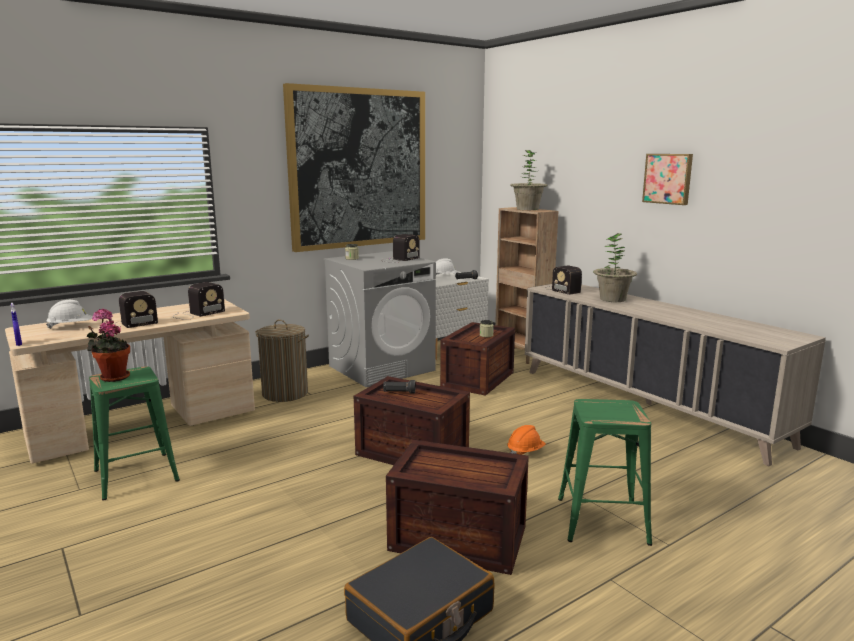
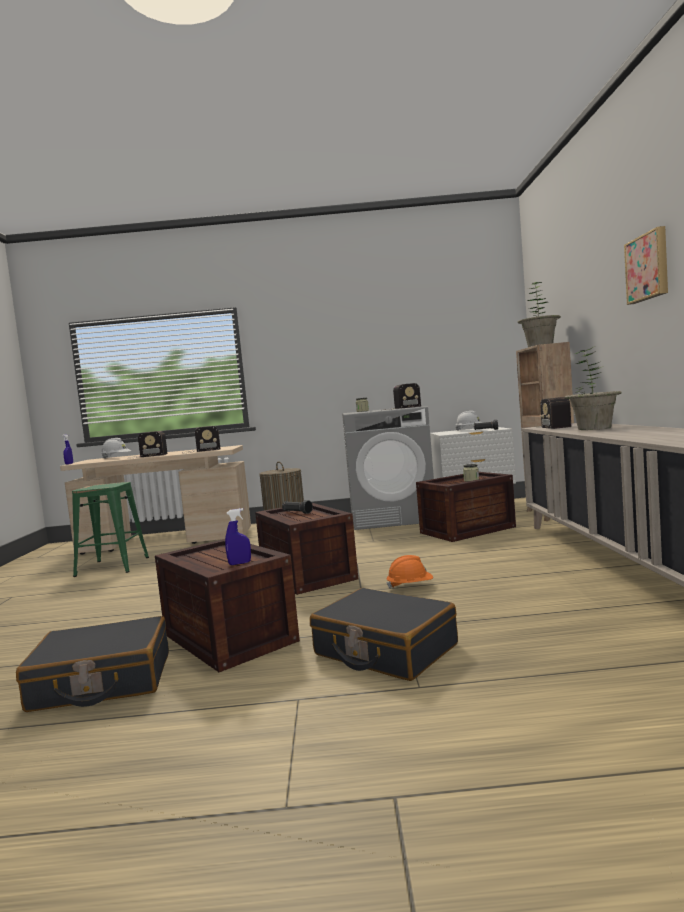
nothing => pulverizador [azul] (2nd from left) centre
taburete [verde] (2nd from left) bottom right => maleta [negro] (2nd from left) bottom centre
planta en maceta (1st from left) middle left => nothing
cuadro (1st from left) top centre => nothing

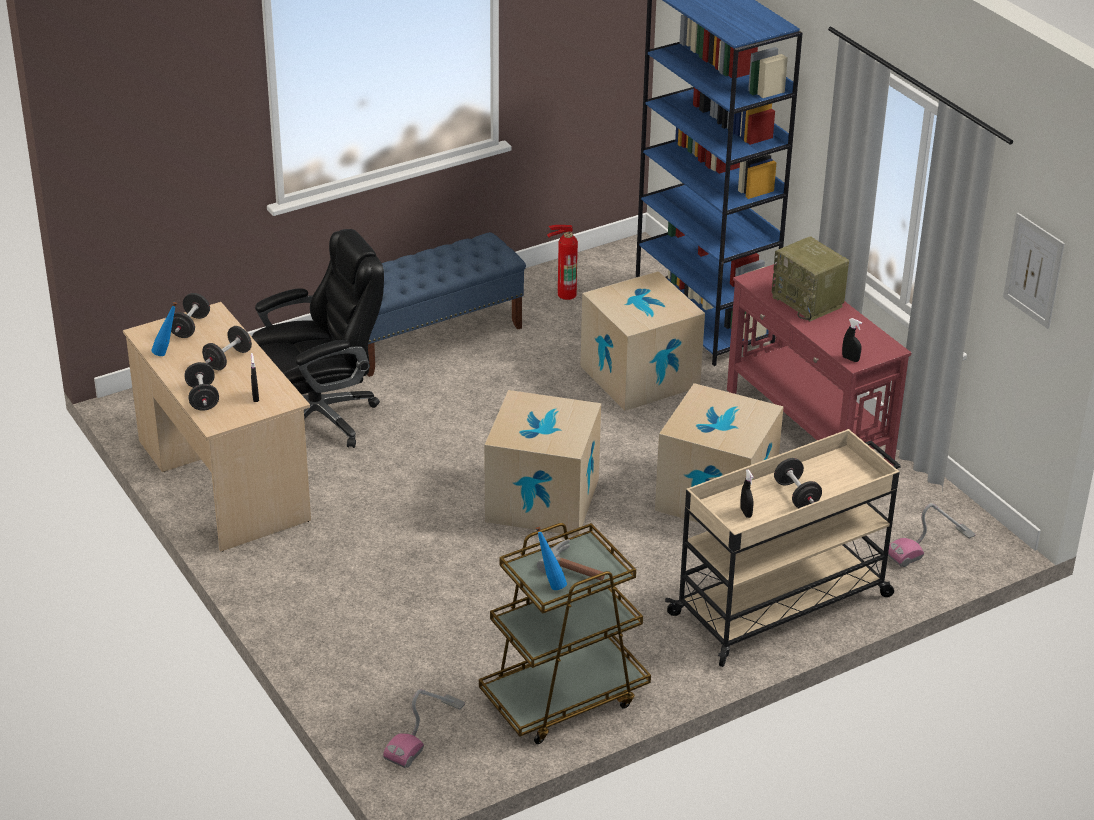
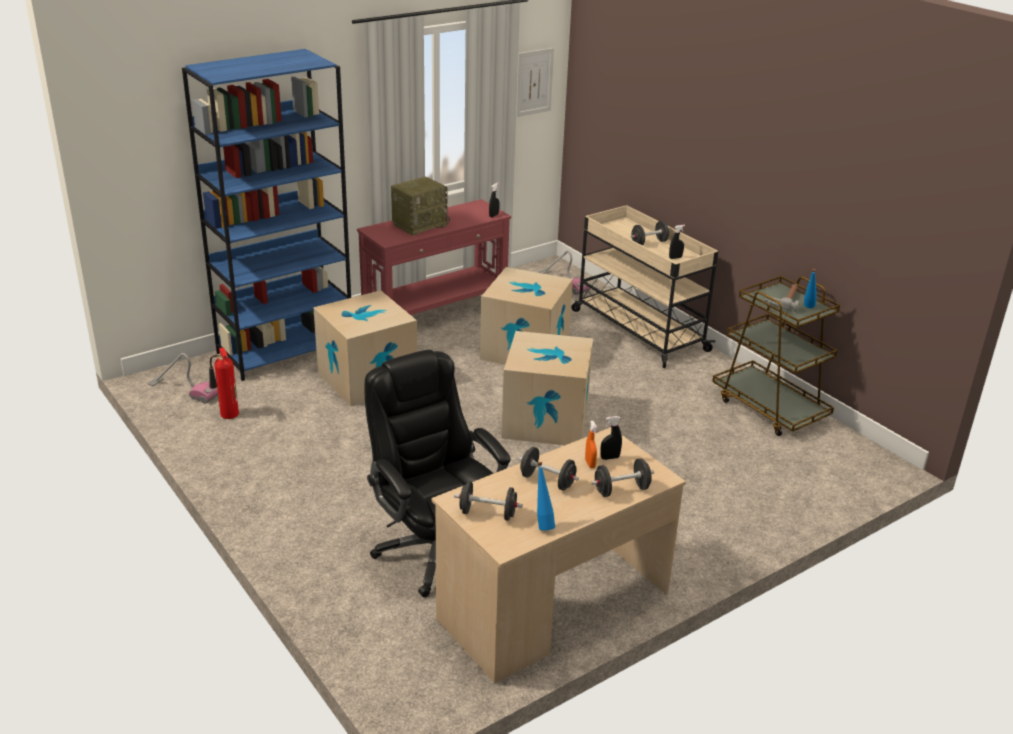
aspiradora (1st from left) bottom centre => aspiradora (1st from left) middle left, move
nothing => pulverizador [naranja] centre
banco [azul] centre => nothing

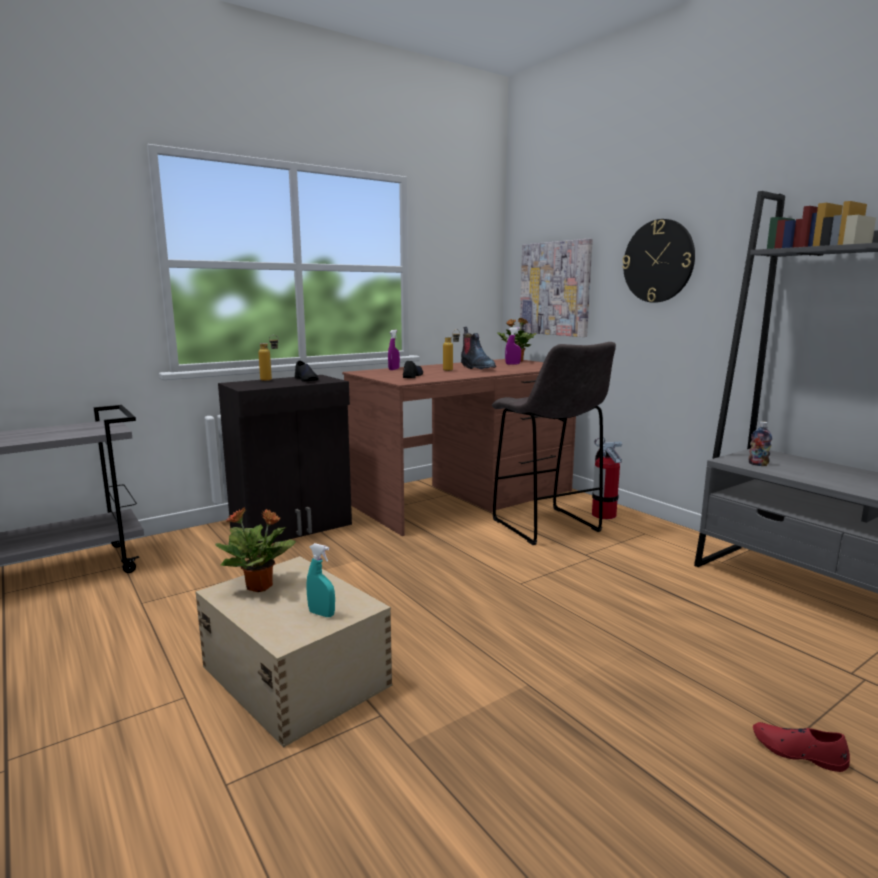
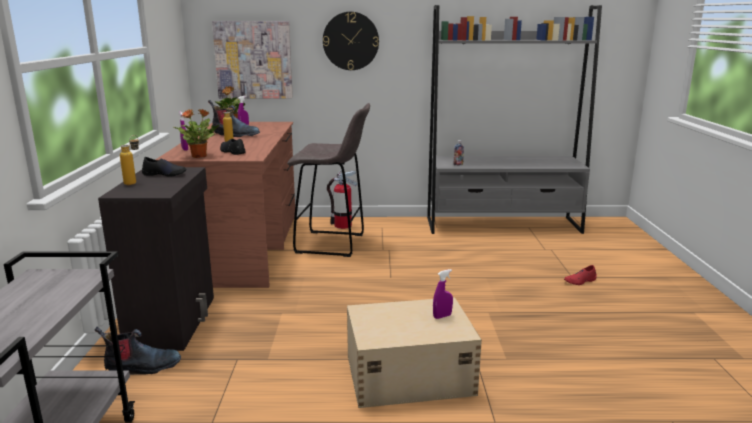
nothing => bota (1st from left) bottom left
planta en maceta (1st from left) middle left => planta en maceta (1st from left) top left, move
pulverizador [turquesa] centre => pulverizador [morado] (3rd from left) bottom centre

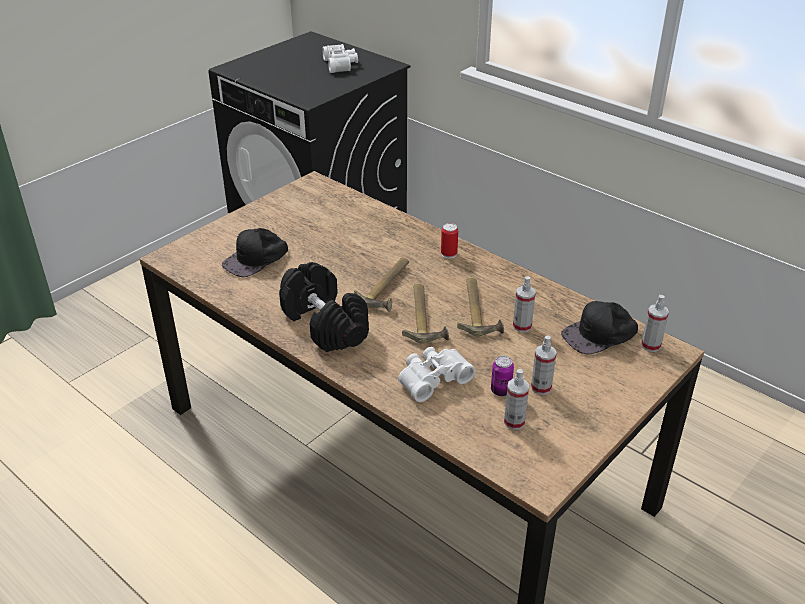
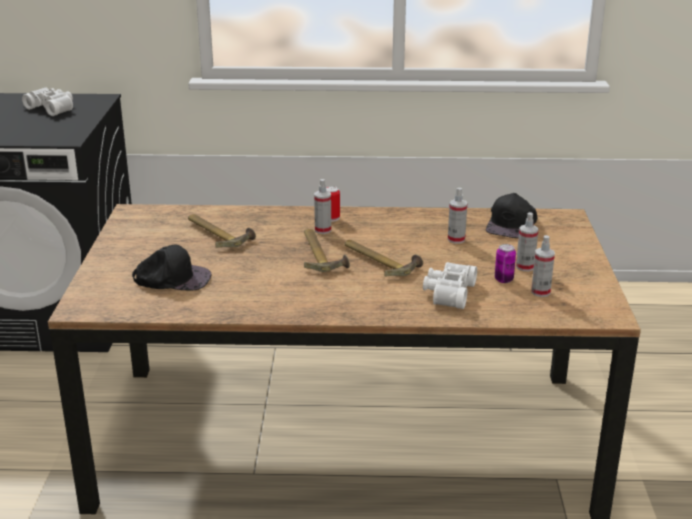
gorra [negro] (1st from left) middle left, 90 degrees counterclockwise
martillo (3rd from left in the first image) centre => martillo (1st from left) middle left, move
pulverizador (4th from left in the first image) middle right => pulverizador (1st from left) centre, move
mancuerna [negro] centre => nothing

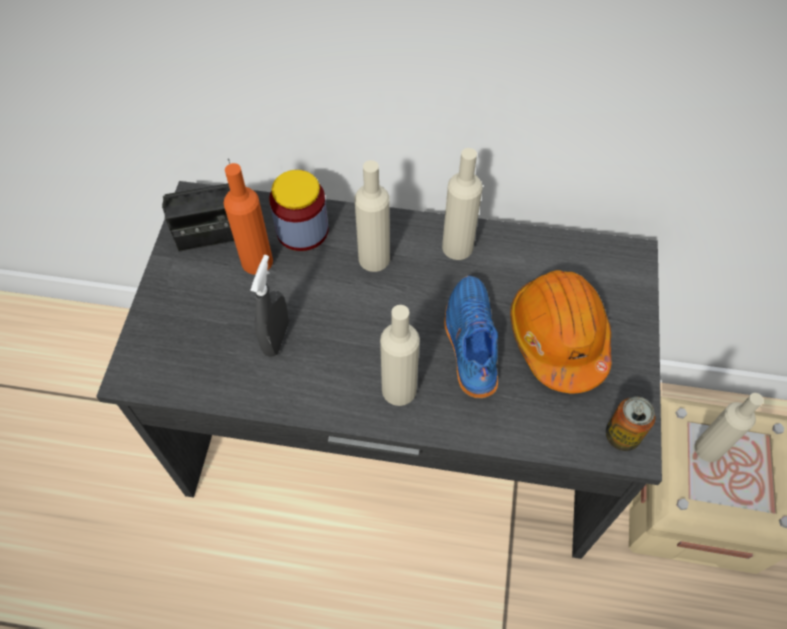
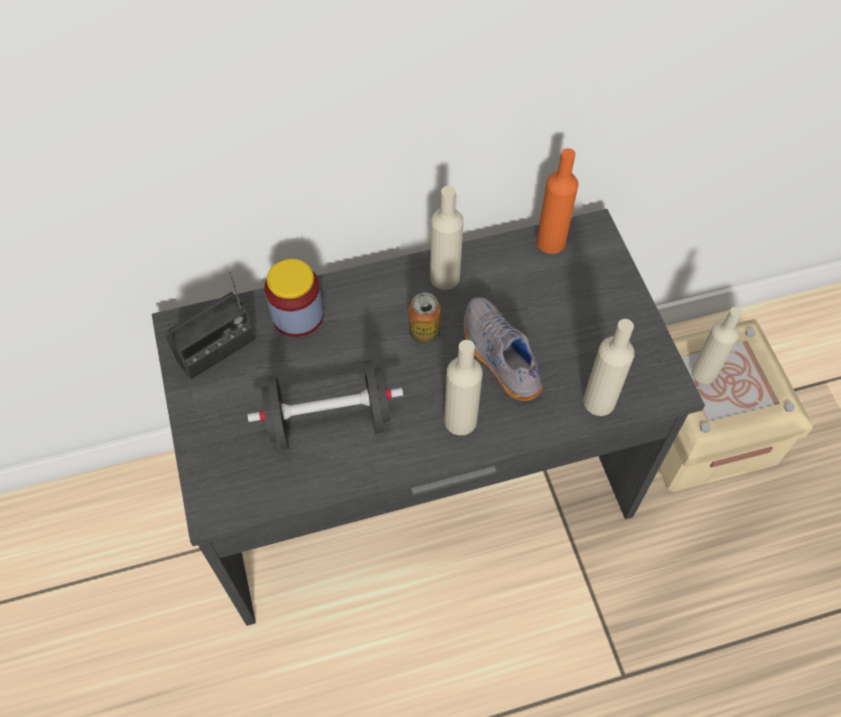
pulverizador [gris] centre => mancuerna [negro] centre
lata bottom right => lata centre, move
zapato [azul] centre => zapato [gris] centre
botella [naranja] middle left => botella [naranja] top centre, move
botella [beis] (1st from left in the first image) centre => botella [beis] (3rd from left) middle right, move
casco [naranja] middle right => nothing

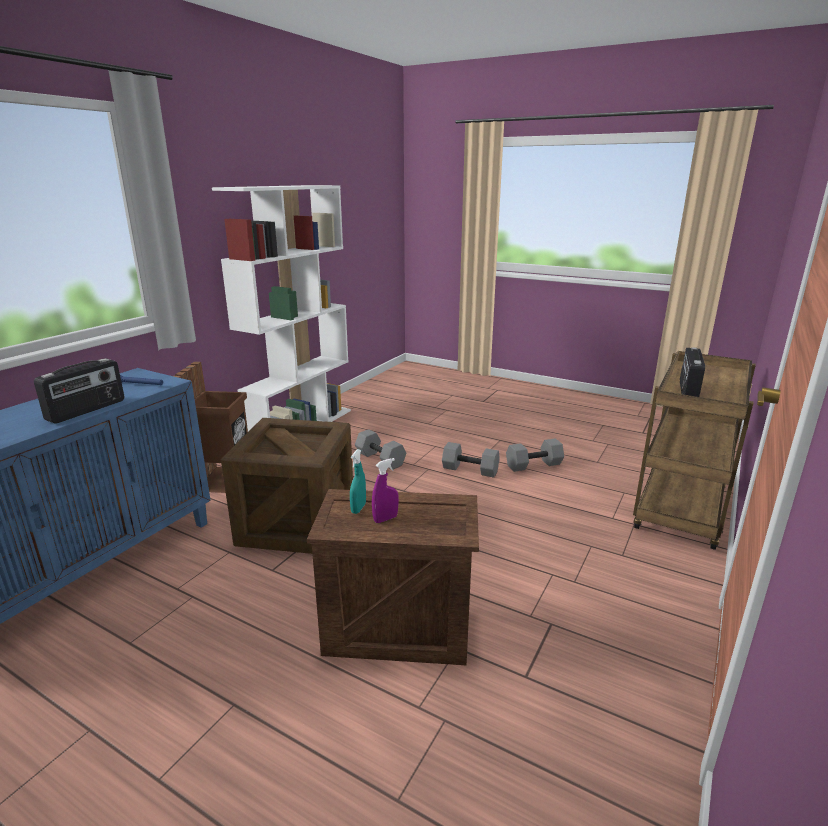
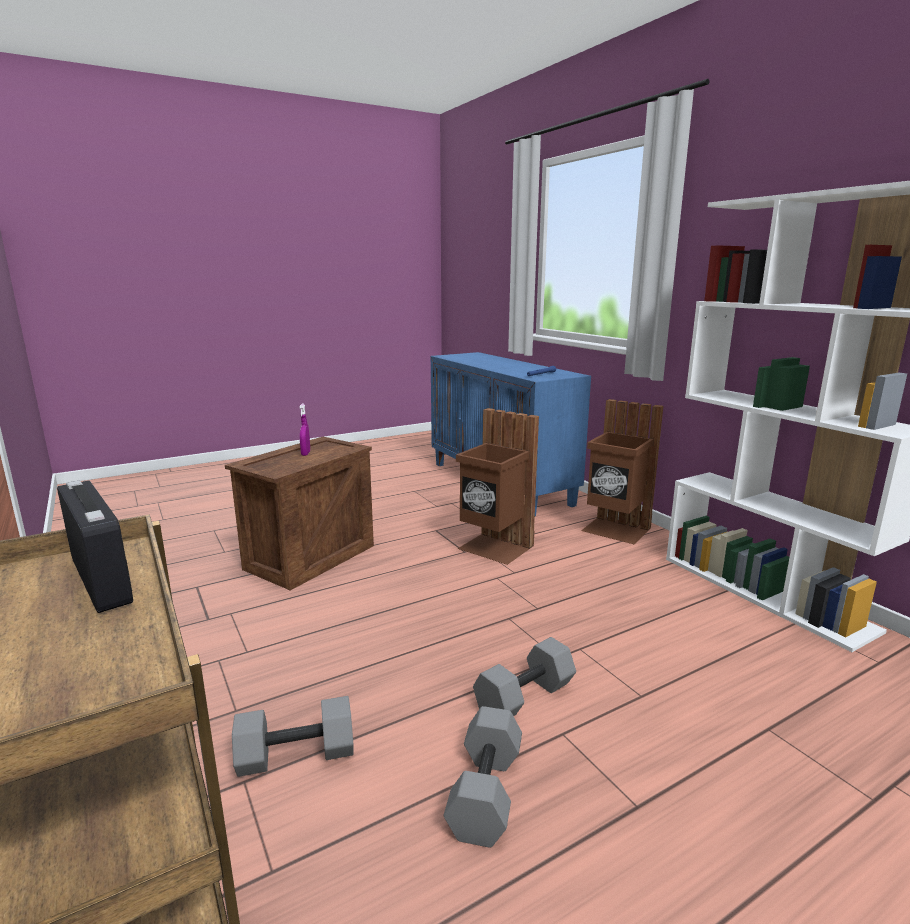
mancuerna [gris] (1st from left) centre => mancuerna [gris] (1st from left) bottom left, move
caja de embalaje (1st from left) centre => papelera [marrón] (1st from left) centre
radio (1st from left) middle left => nothing
pulverizador [turquesa] centre => nothing

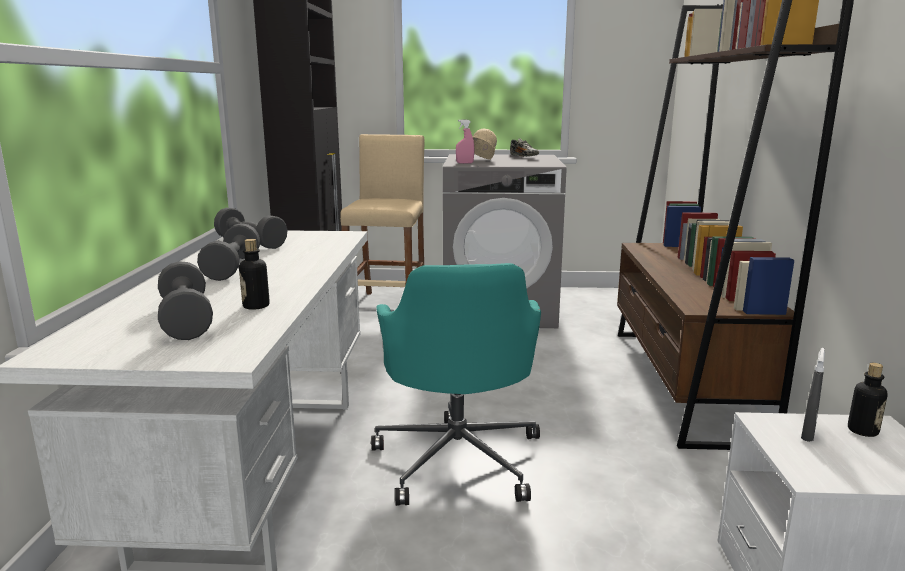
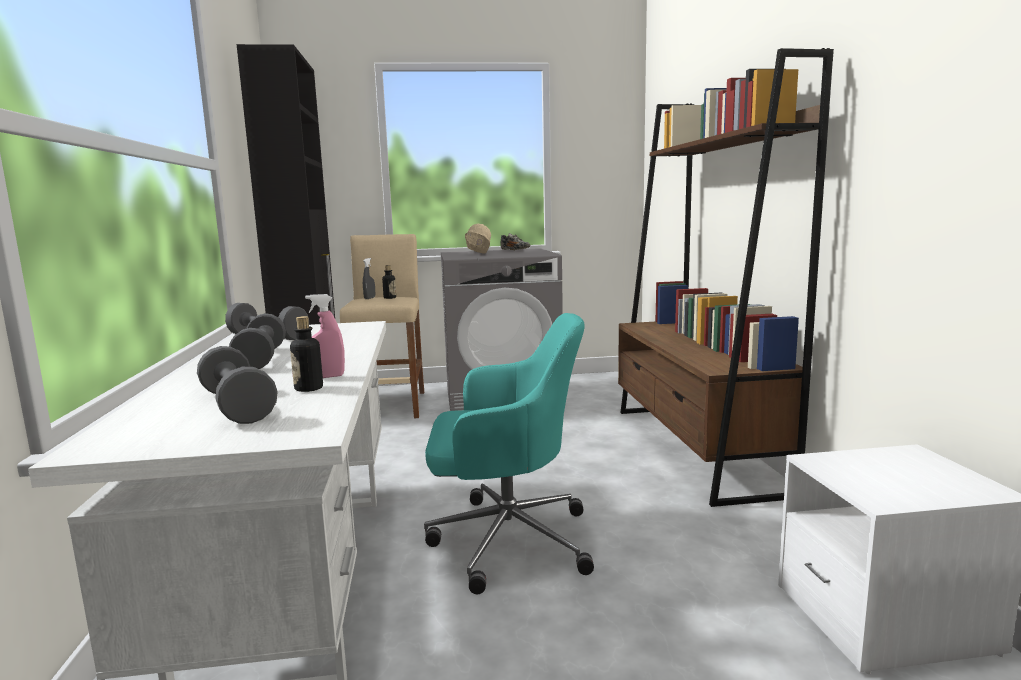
pulverizador [rosa] top centre => pulverizador [rosa] middle left, move
pulverizador [gris] bottom right => pulverizador [gris] centre, move
botella (2nd from left) bottom right => botella (2nd from left) centre, move
silla de oficina [turquesa] bottom centre => silla de oficina [turquesa] centre, 75 degrees counterclockwise

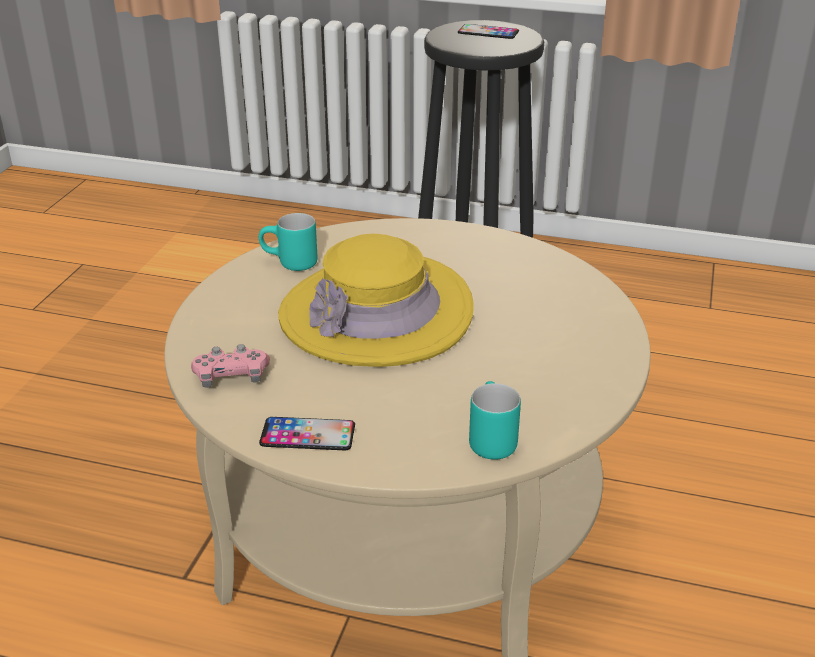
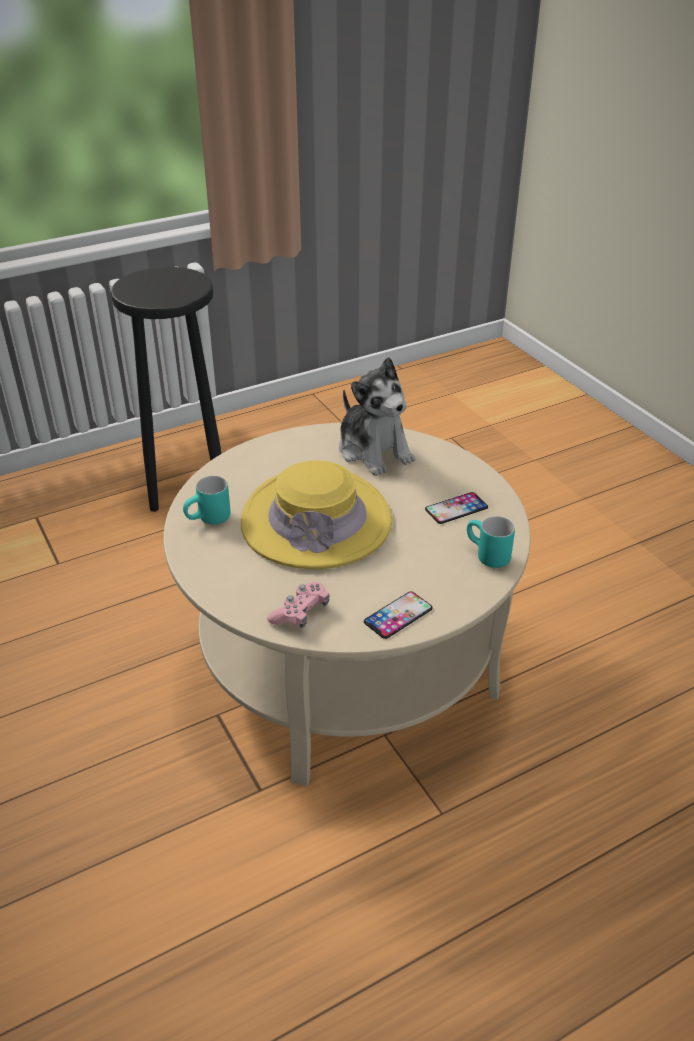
nothing => peluche centre
móvil (2nd from left) top centre => móvil (2nd from left) centre, move

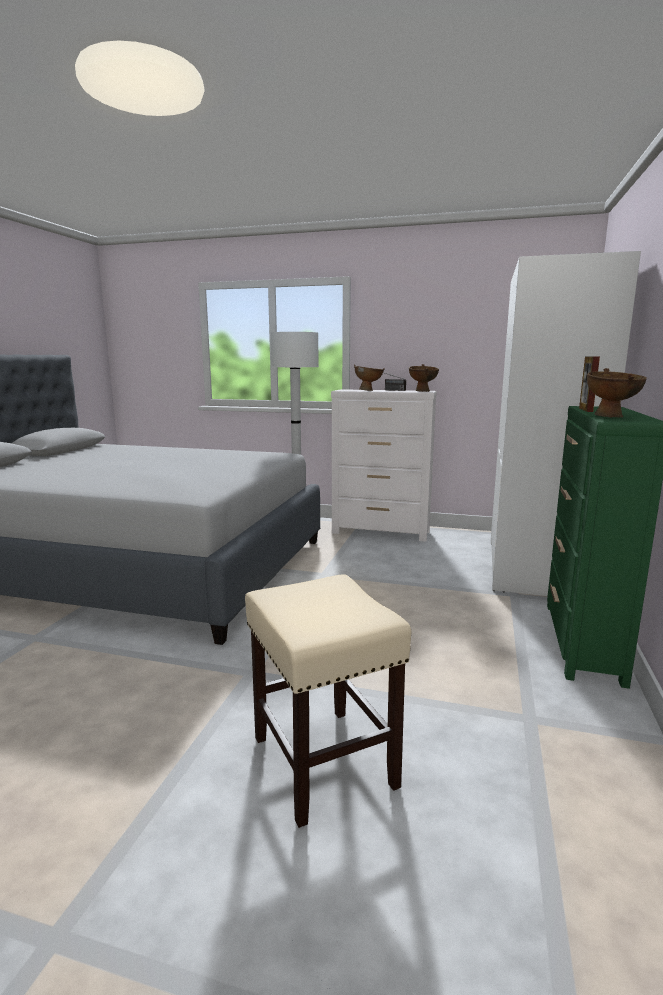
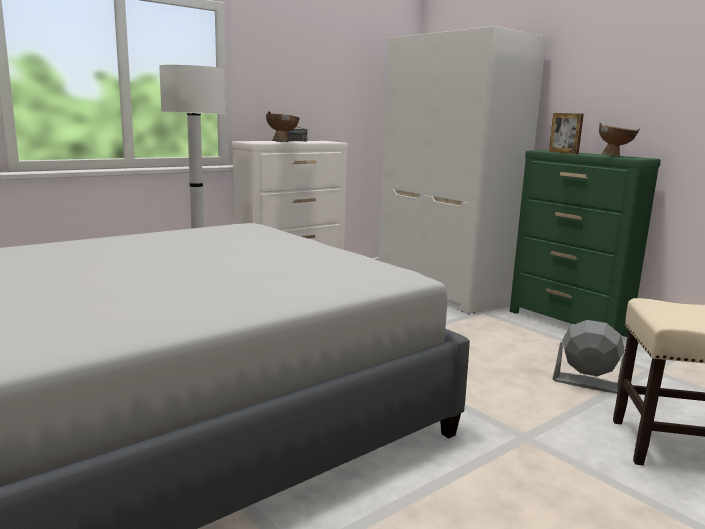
nothing => ventilador [gris] bottom right
cuenco [marrón] (2nd from left) centre => nothing

